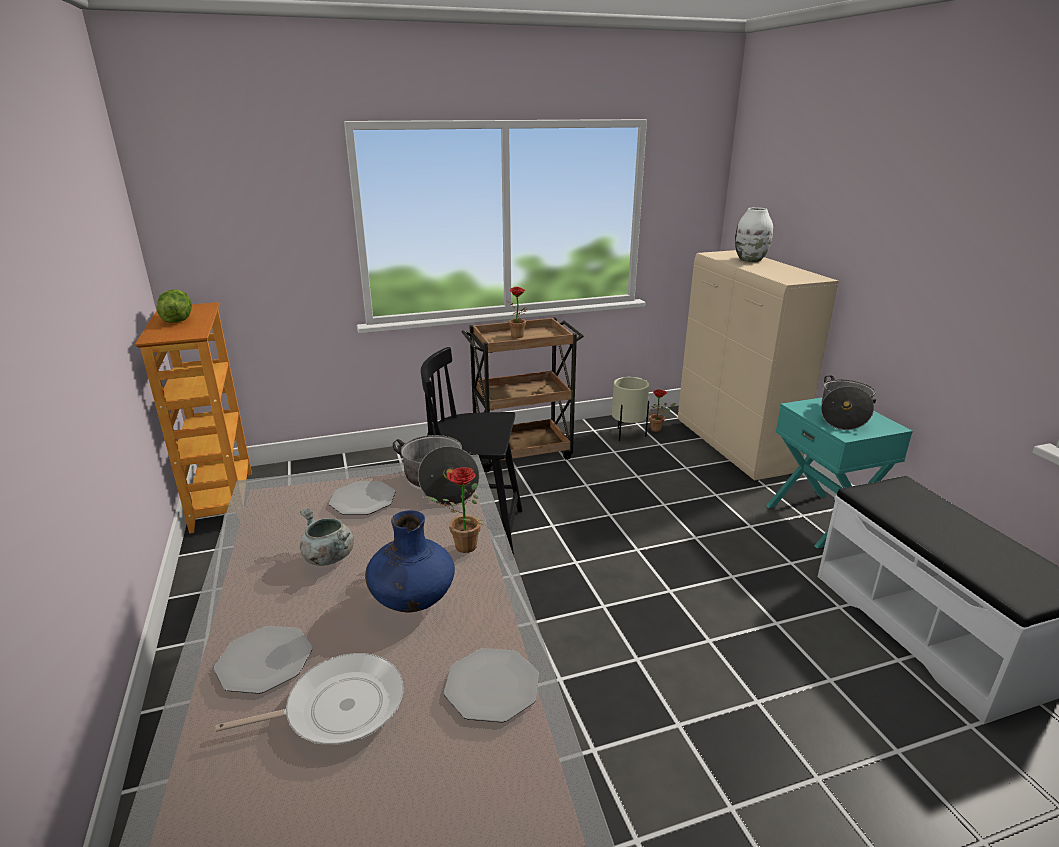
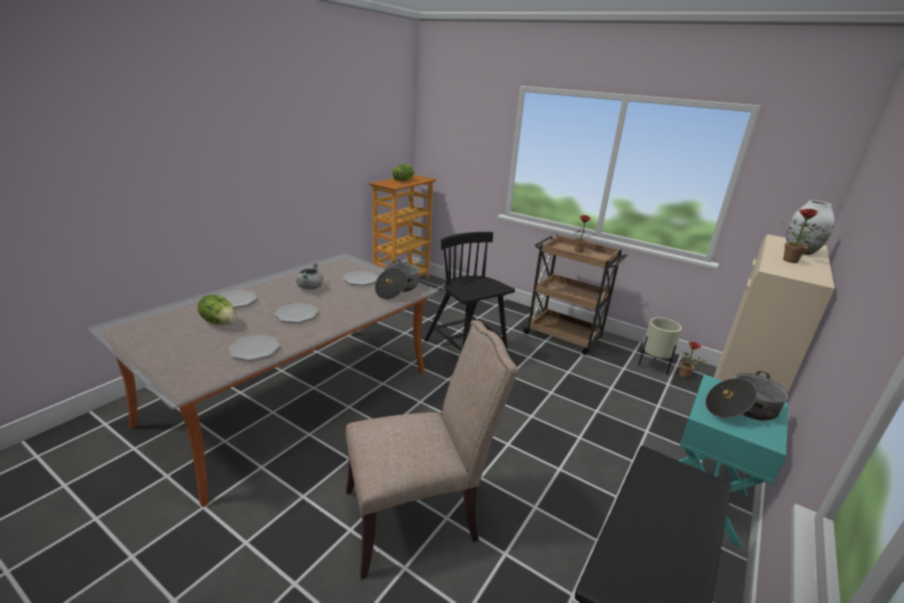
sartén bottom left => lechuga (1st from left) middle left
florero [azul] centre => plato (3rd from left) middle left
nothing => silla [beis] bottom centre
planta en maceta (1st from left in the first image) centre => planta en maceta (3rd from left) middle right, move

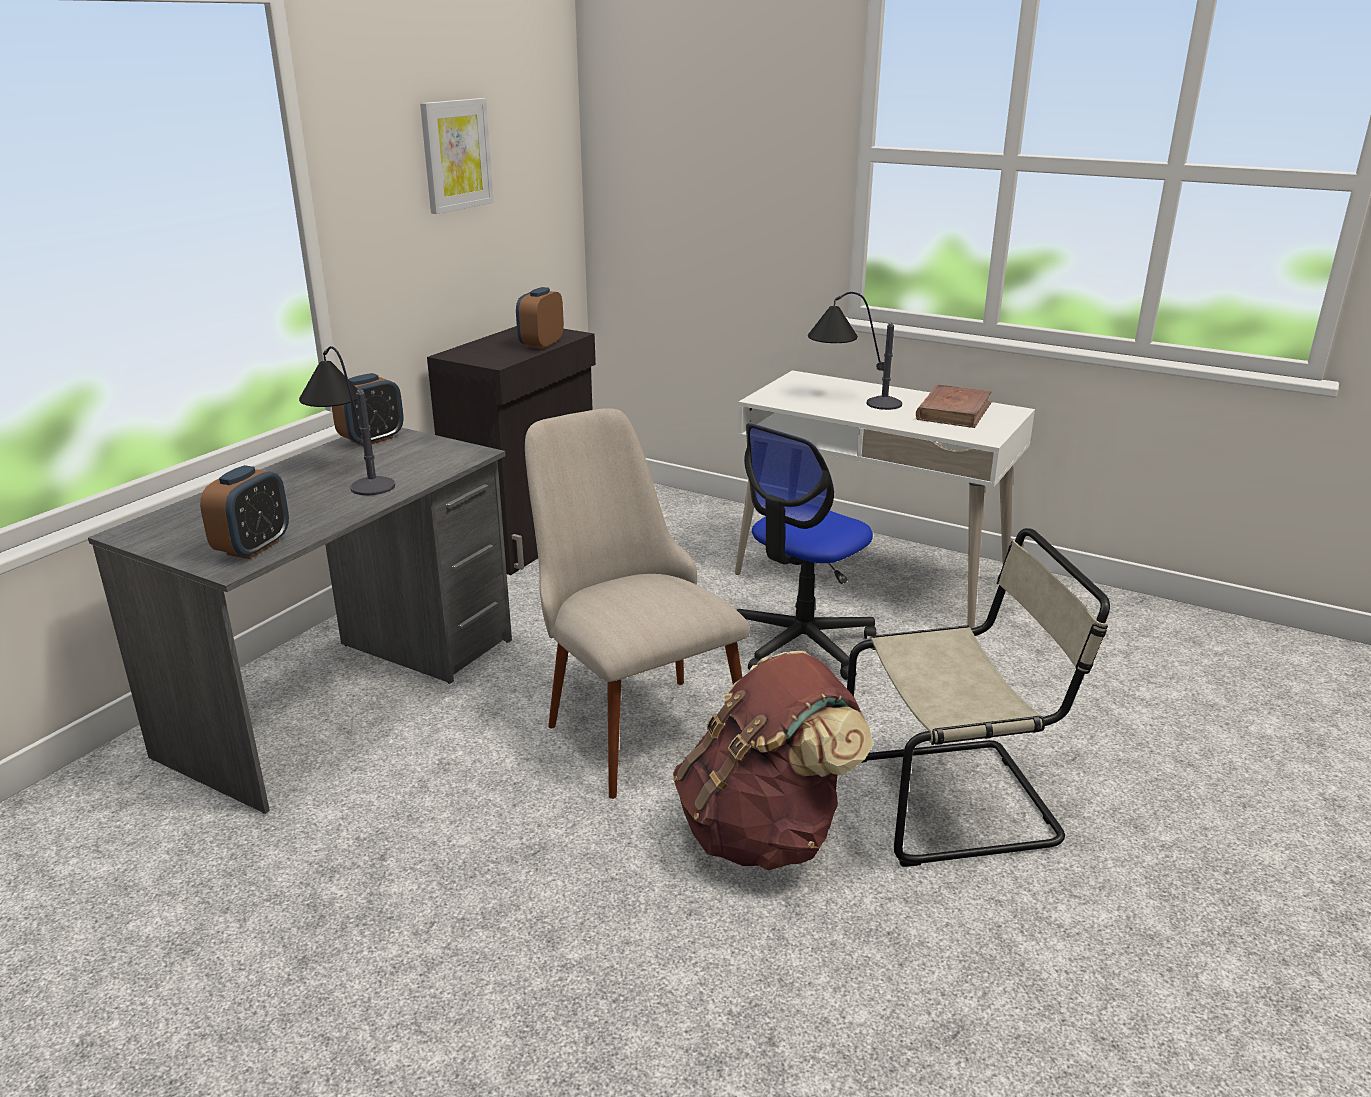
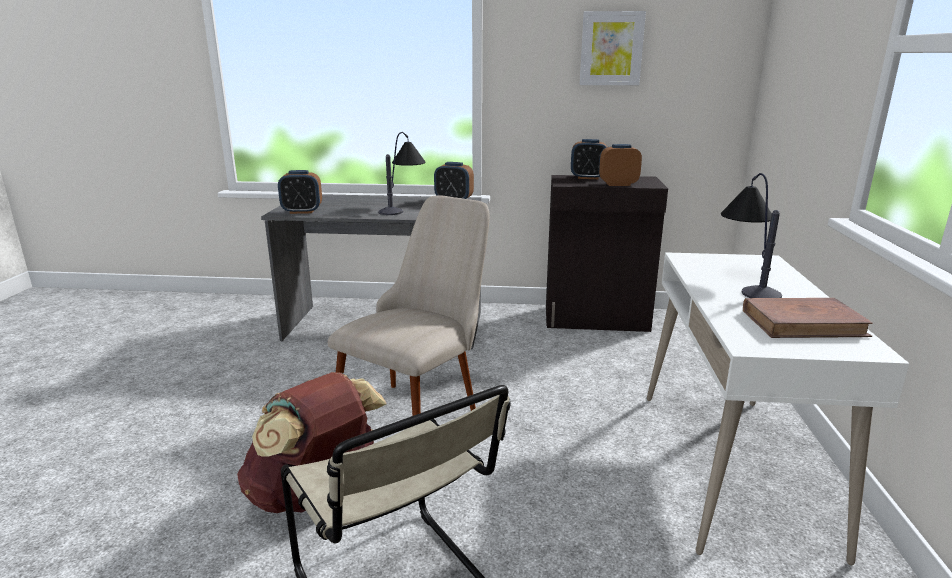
nothing => despertador (3rd from left) top centre
silla de oficina centre => nothing

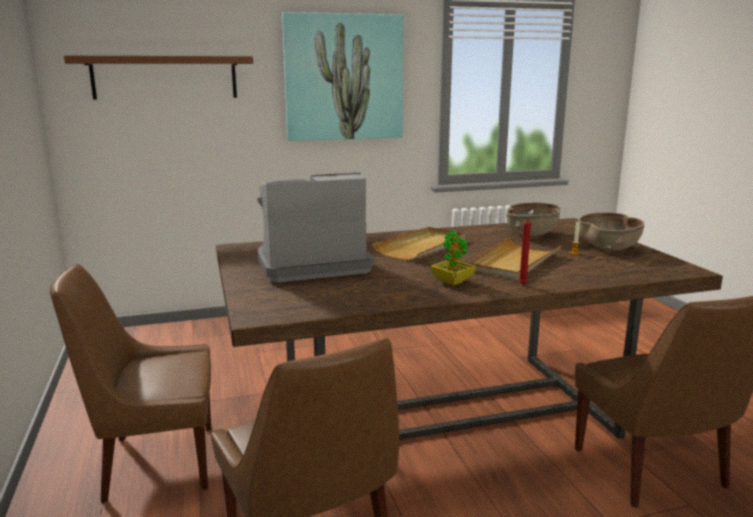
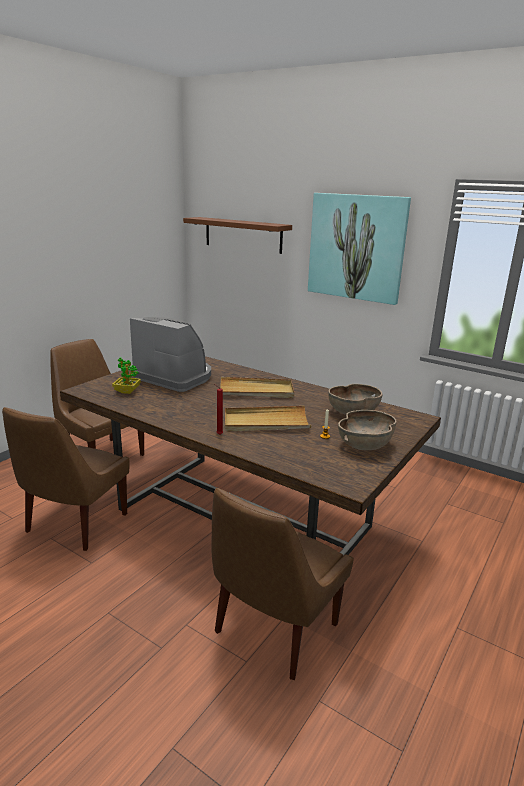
planta en maceta centre => planta en maceta middle left, move

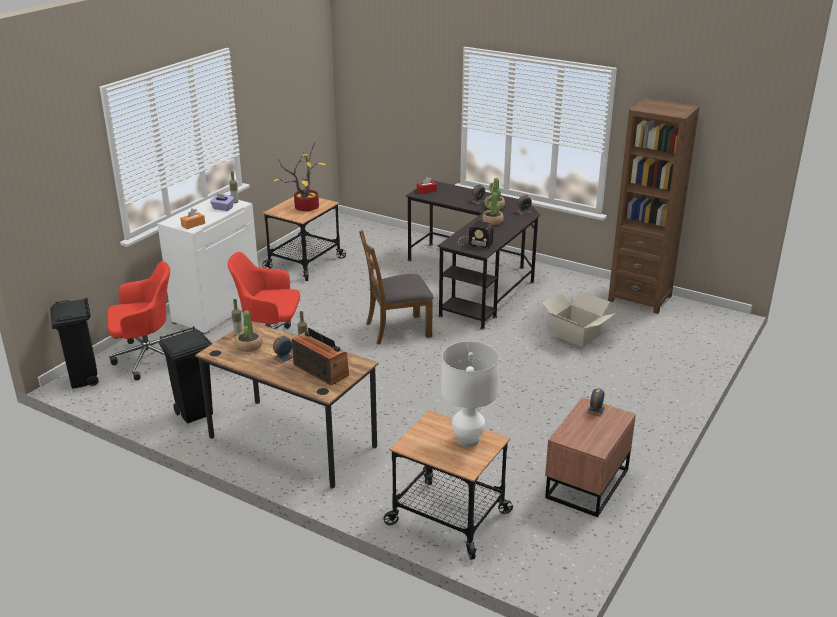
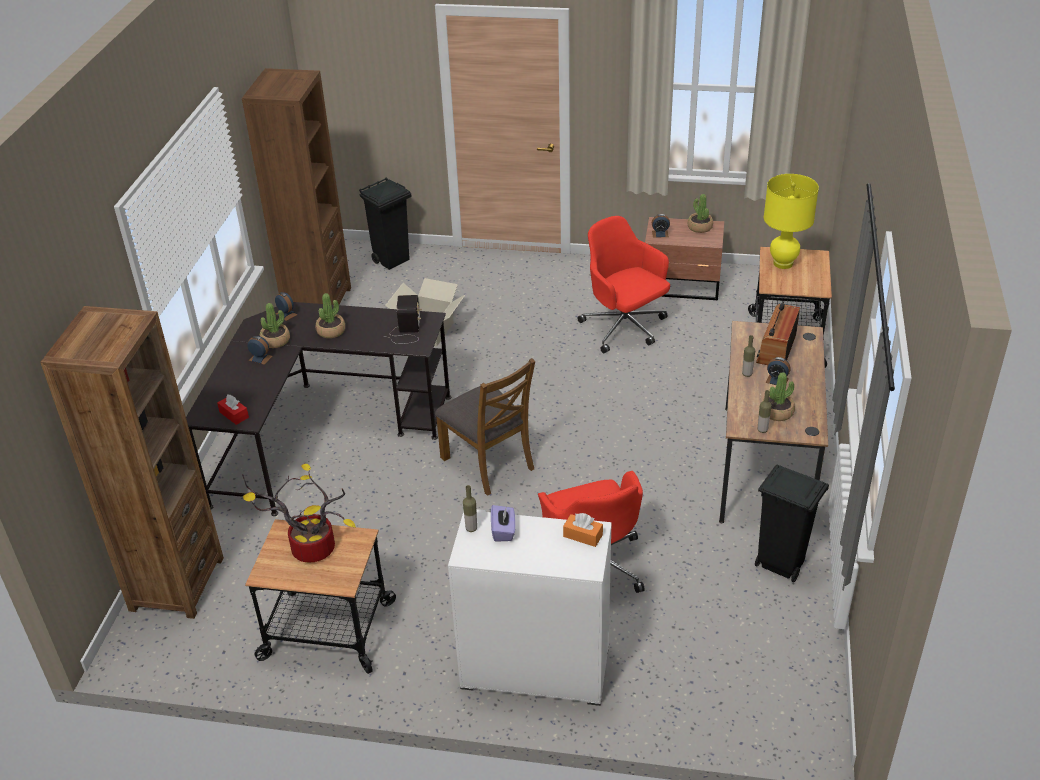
nothing => estantería [marrón] (1st from left) middle left
papelera [negro] (1st from left) middle left => papelera [negro] (1st from left) top centre, move
silla de oficina [rojo] (1st from left in the first image) middle left => silla de oficina [rojo] (2nd from left) centre, move
nothing => planta en maceta (4th from left) top right
lámpara de mesa [blanco] centre => lámpara de mesa [amarillo] top right

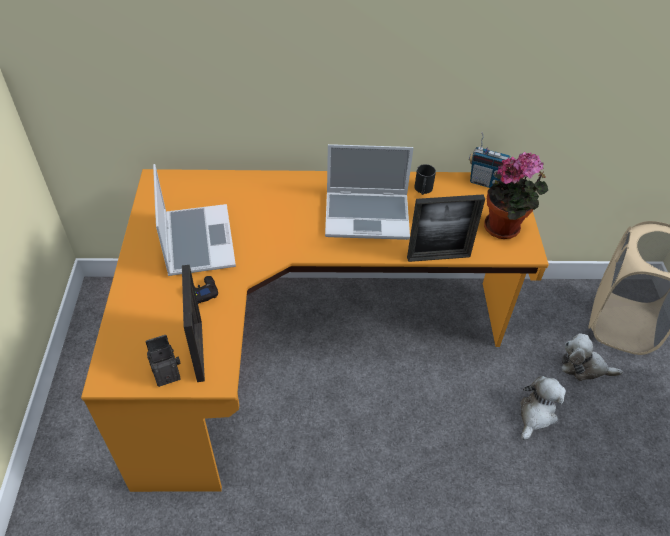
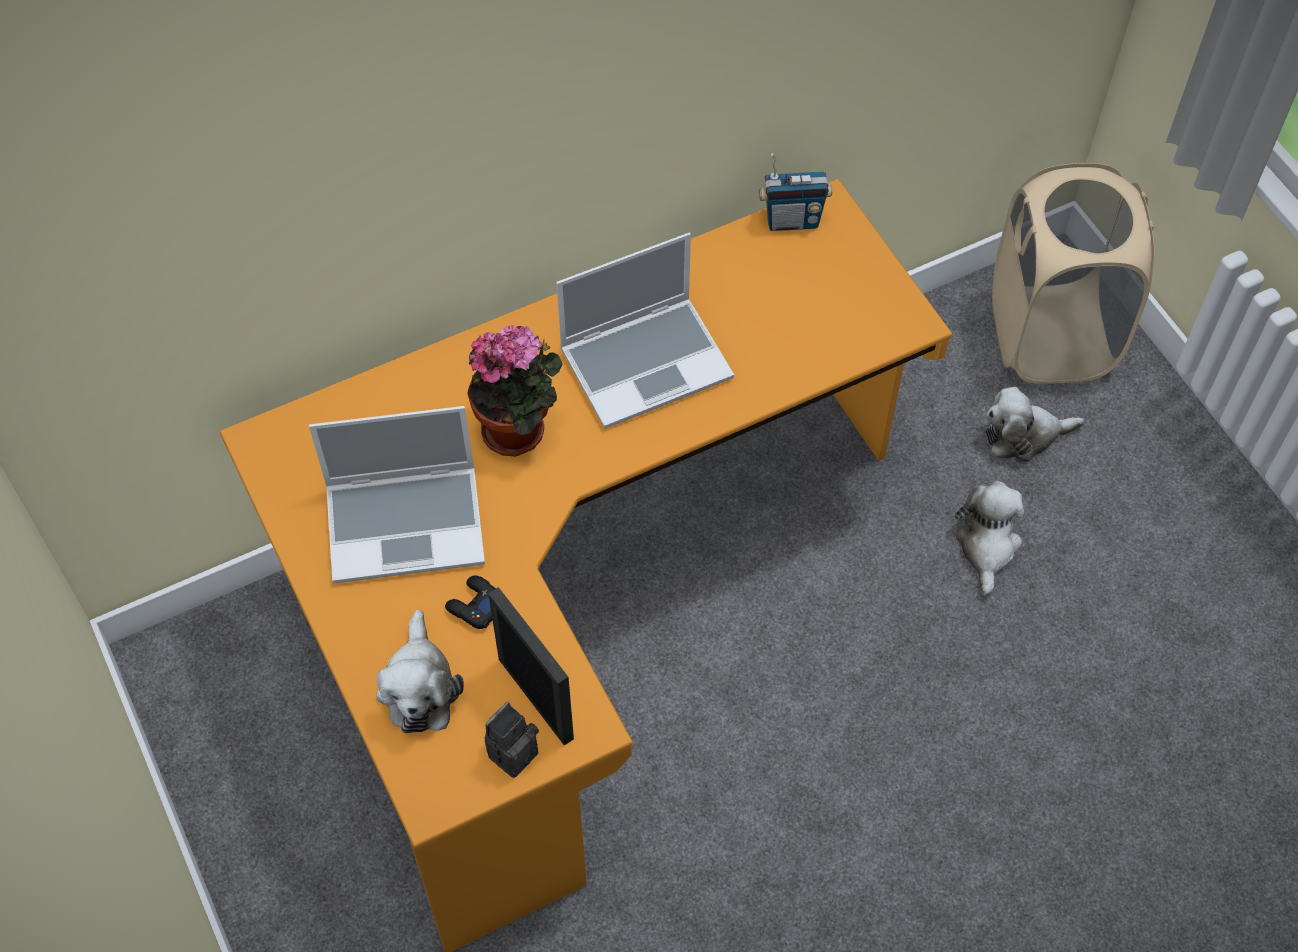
portátil (1st from left) middle left, 120 degrees clockwise
nothing => peluche (1st from left) bottom left
planta en maceta middle right => planta en maceta centre, move
portarretratos (2nd from left) centre => nothing
taza grande [negro] centre => nothing

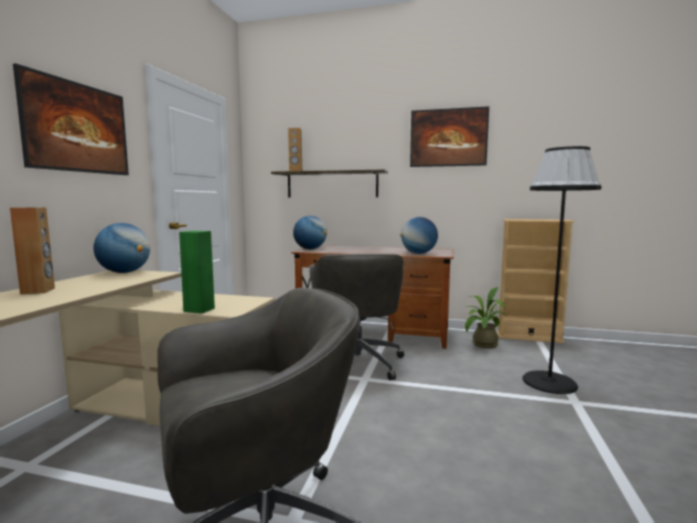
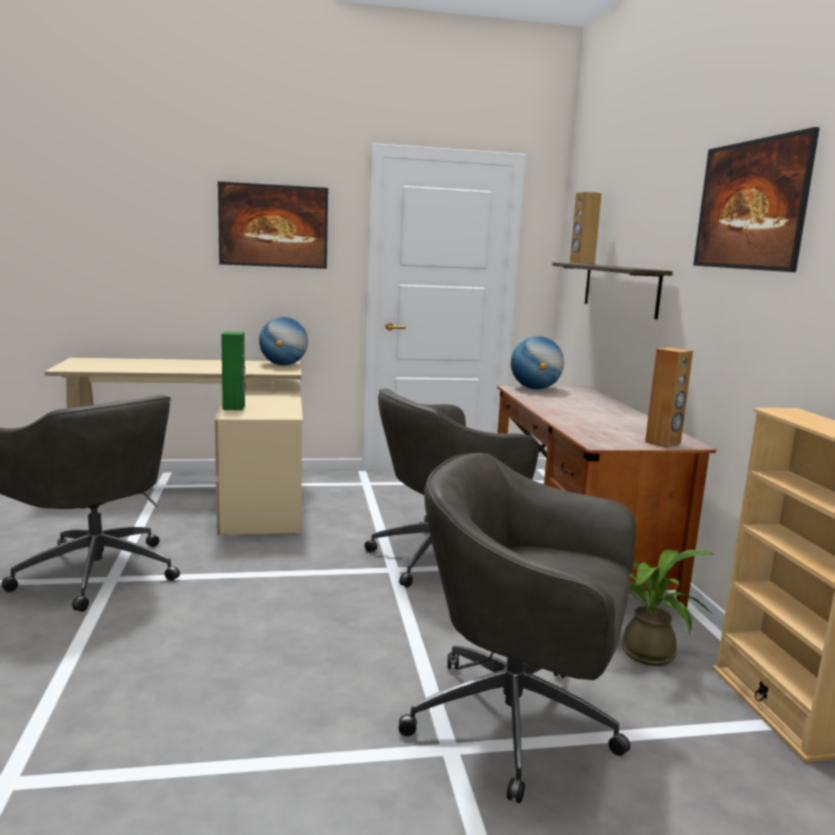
lámpara de pie [negro] middle right => silla de oficina [gris] (3rd from left) bottom centre
altavoz [marrón] (1st from left in the first image) middle left => altavoz [marrón] (2nd from left) middle right, move
globo terráqueo (3rd from left) centre => nothing

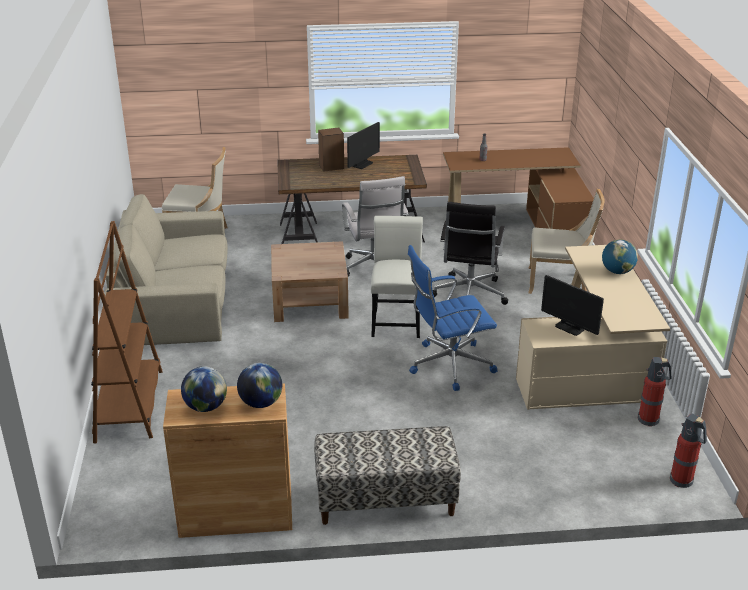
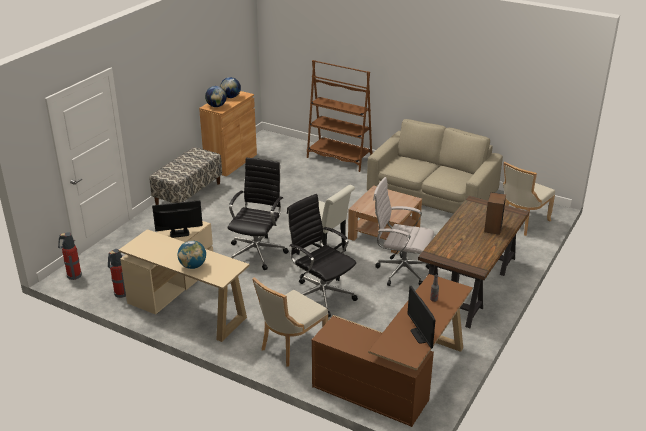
silla de oficina [azul] centre => silla de oficina [negro] (1st from left) centre
monitor (1st from left in the first image) top centre => monitor (2nd from left) bottom centre, move

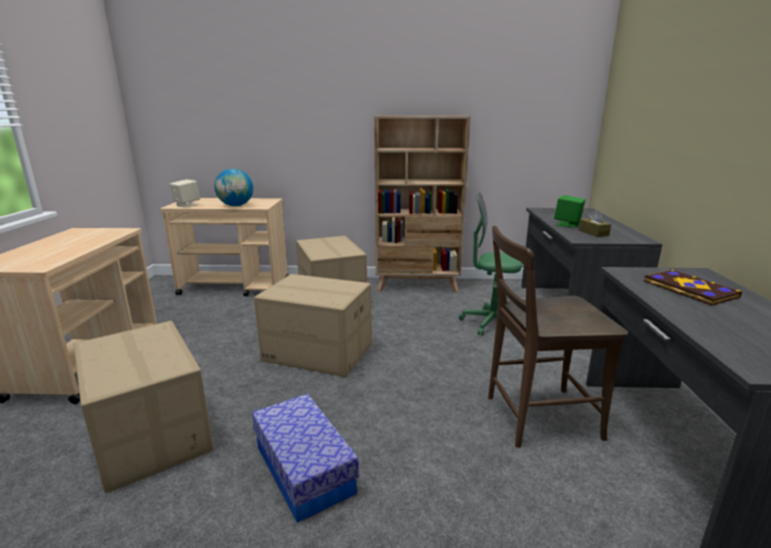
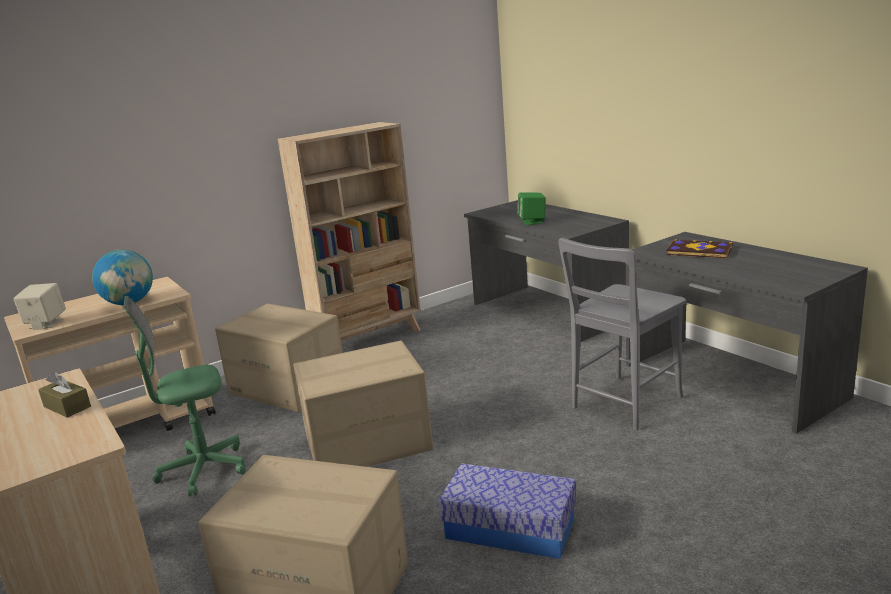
caja de pañuelos [marrón] middle right => caja de pañuelos [marrón] middle left, move
silla de oficina [verde] centre => silla de oficina [verde] bottom left, move
silla [marrón] middle right => silla [gris] middle right

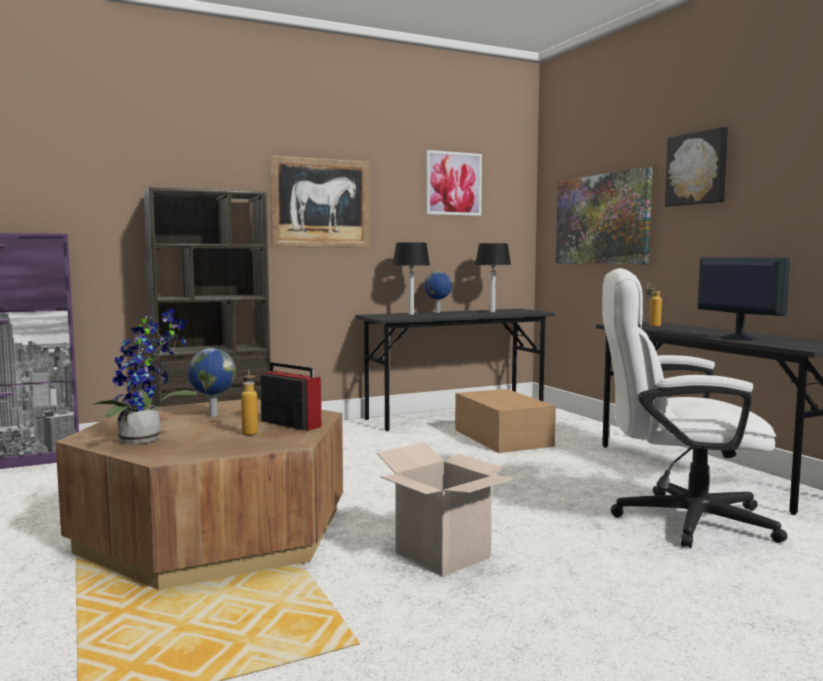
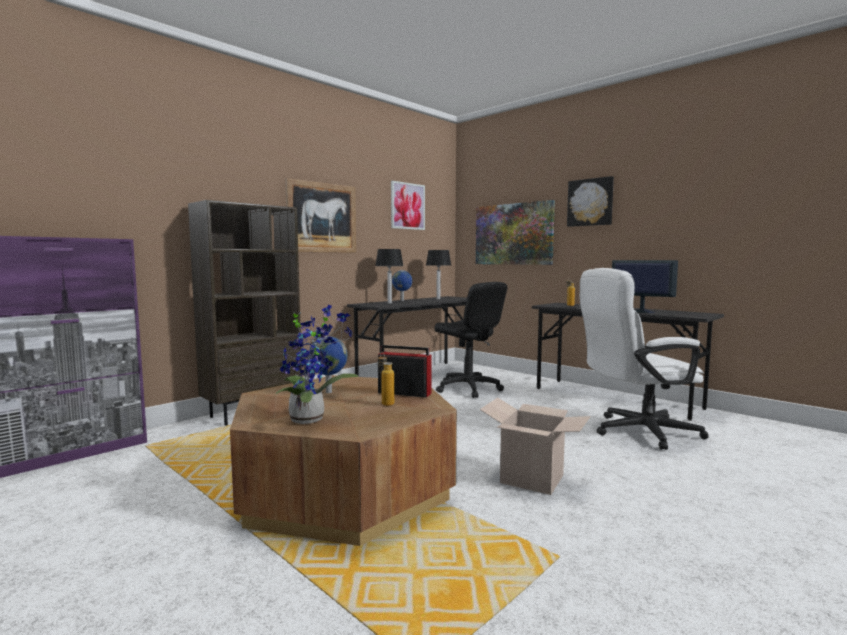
caja de cartón (2nd from left) centre => silla de oficina [negro] centre

